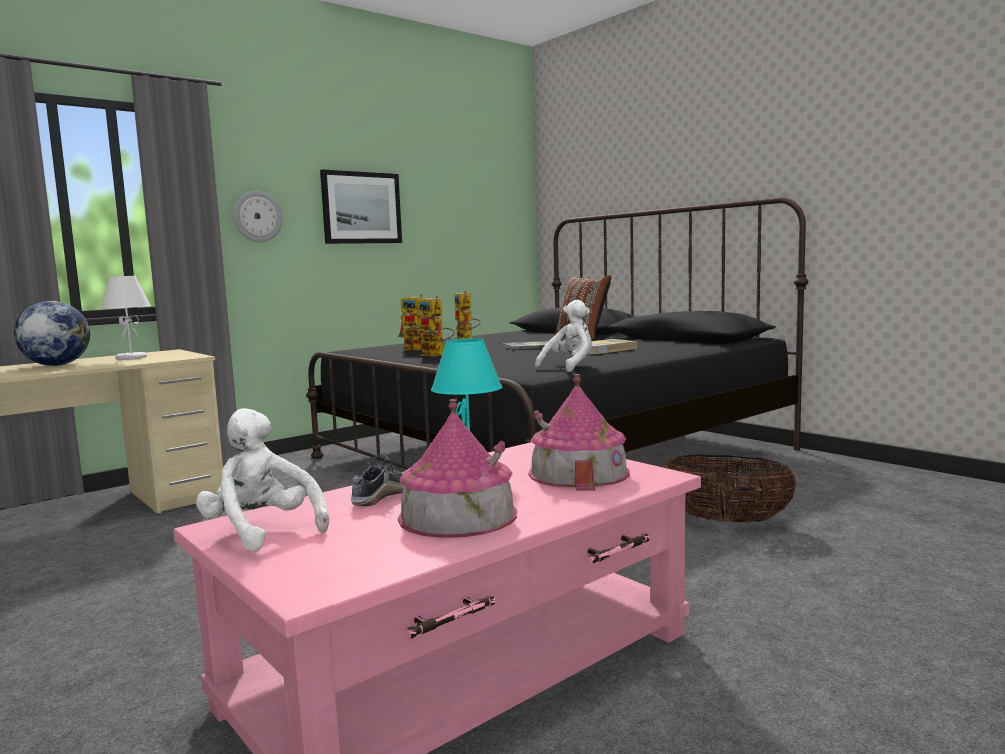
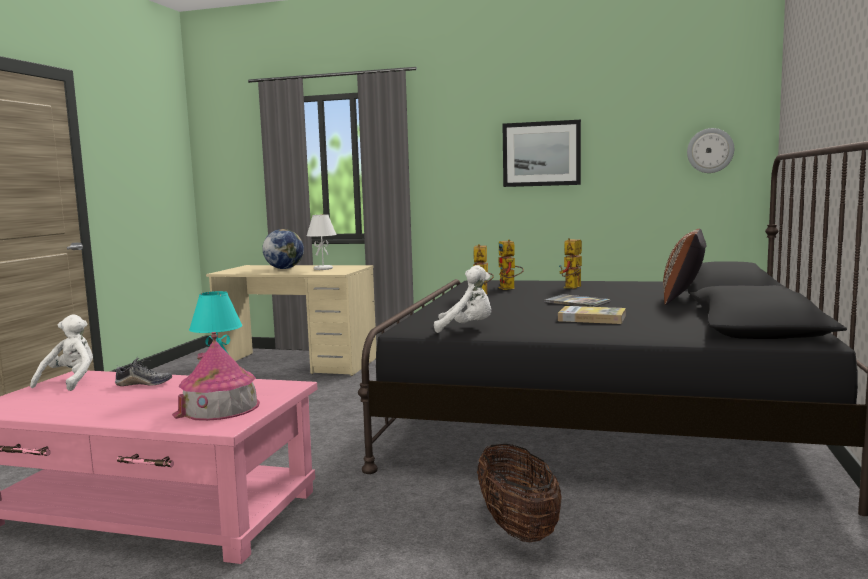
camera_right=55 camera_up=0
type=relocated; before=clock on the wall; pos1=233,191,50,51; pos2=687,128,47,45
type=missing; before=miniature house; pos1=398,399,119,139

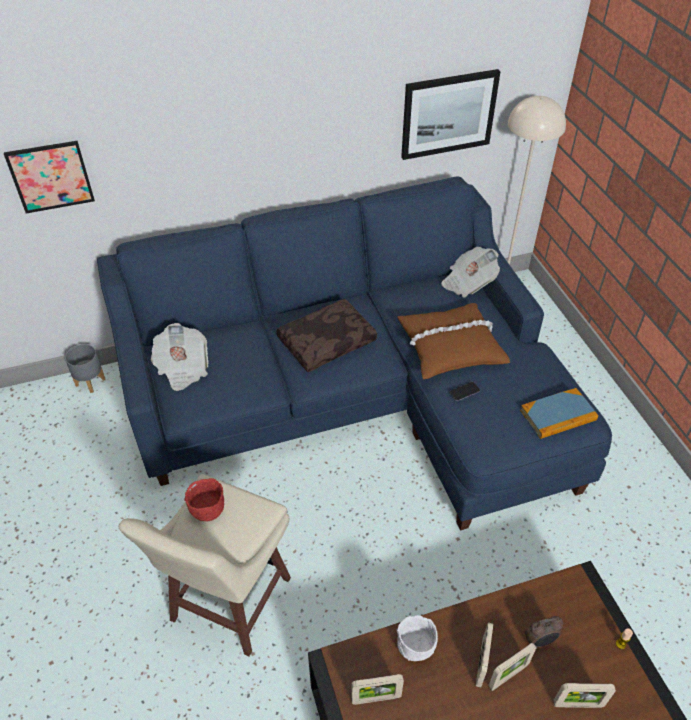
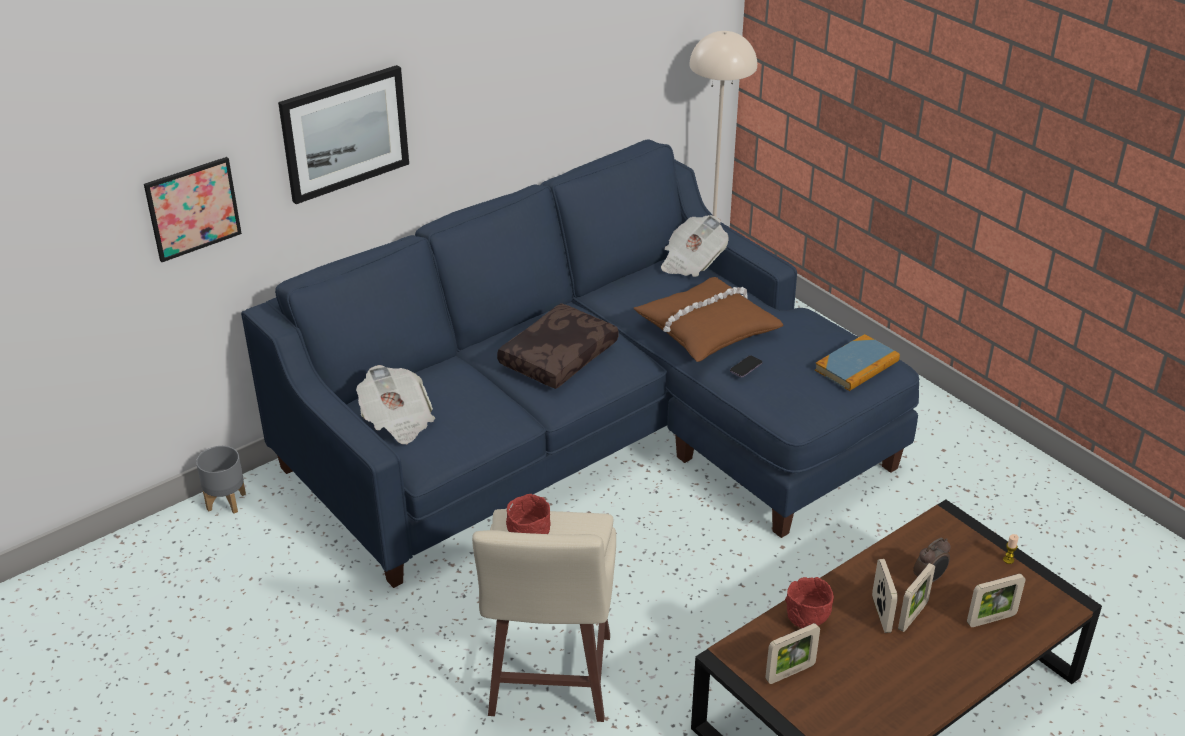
camera_right=-20 camera_up=-10
type=colour; before=white deep dish; after=red deep dish; pos1=397,615,41,46; pos2=785,577,49,51
type=relocated; before=wall art; pos1=401,69,100,91; pos2=278,65,131,139

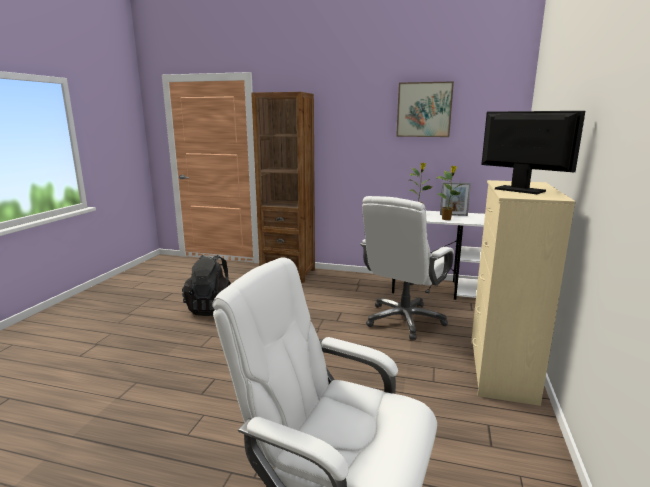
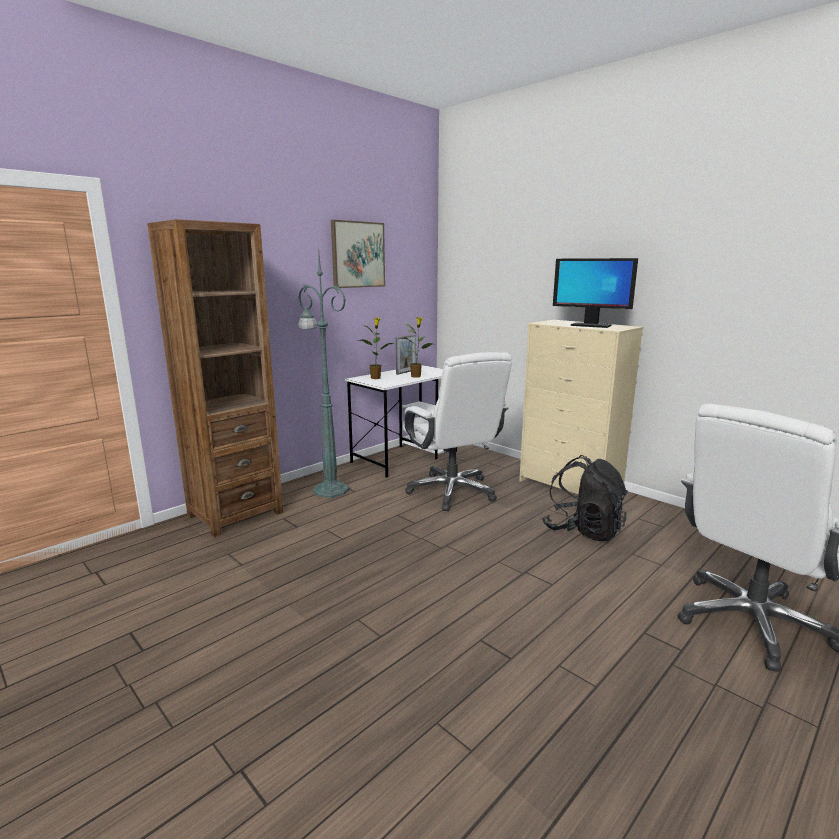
camera_right=-60 camera_up=0
type=relocated; before=black-coloured rucksack; pos1=182,255,49,61; pos2=542,455,86,86
type=spun; before=computer screen; pos1=481,111,104,83; pos2=553,258,85,70; turn=-135
type=appeared; after=greenish standing lamp; pos2=298,245,52,253

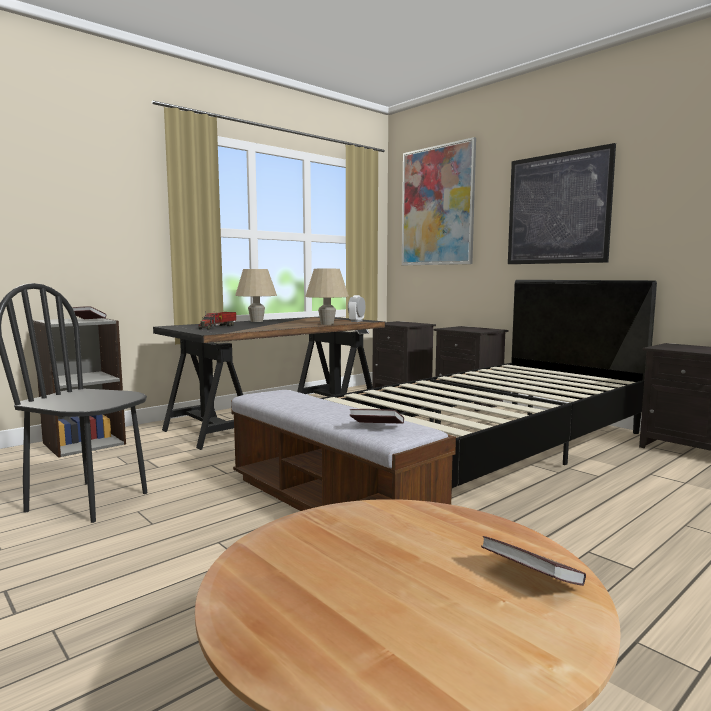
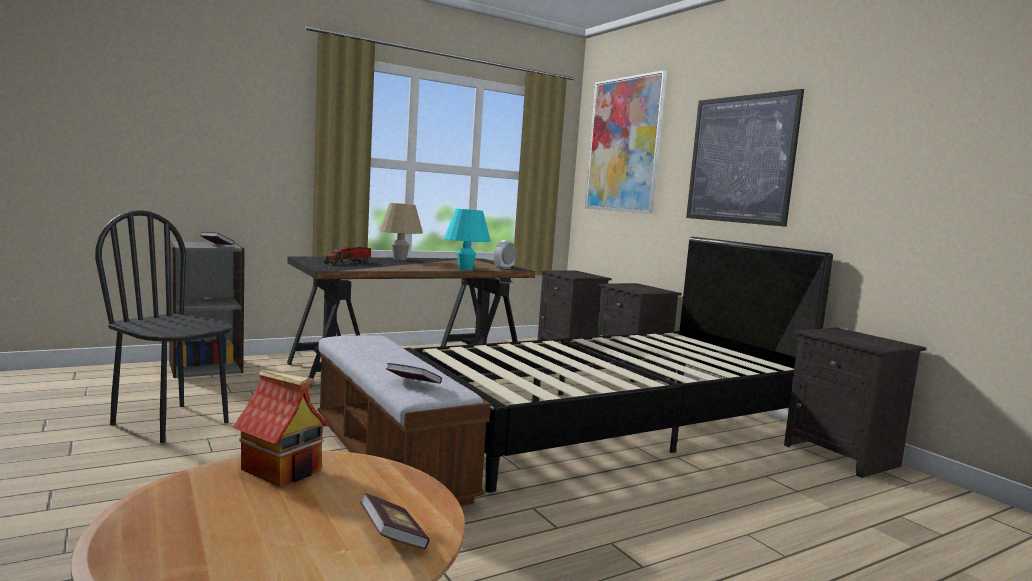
camera_right=10 camera_up=0
type=colour; before=beige-coloured table lamp; after=blue-green table lamp; pos1=305,269,44,56; pos2=444,209,47,61
type=appeared; after=miniature house; pos2=233,370,96,117

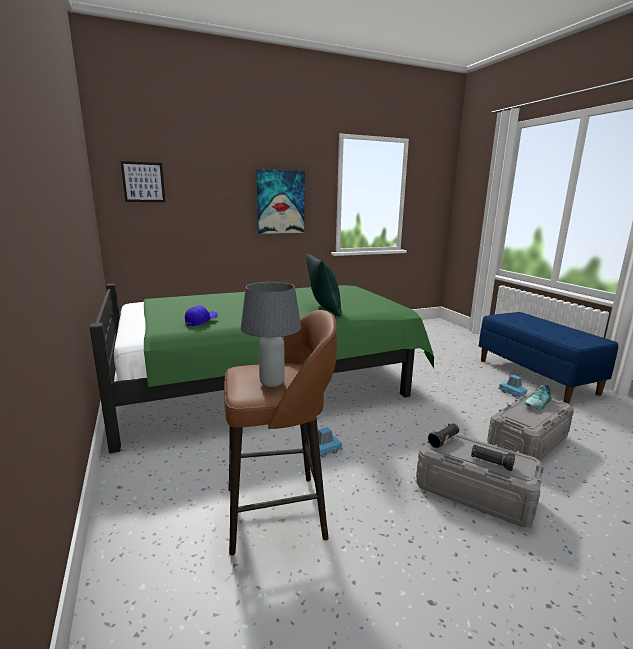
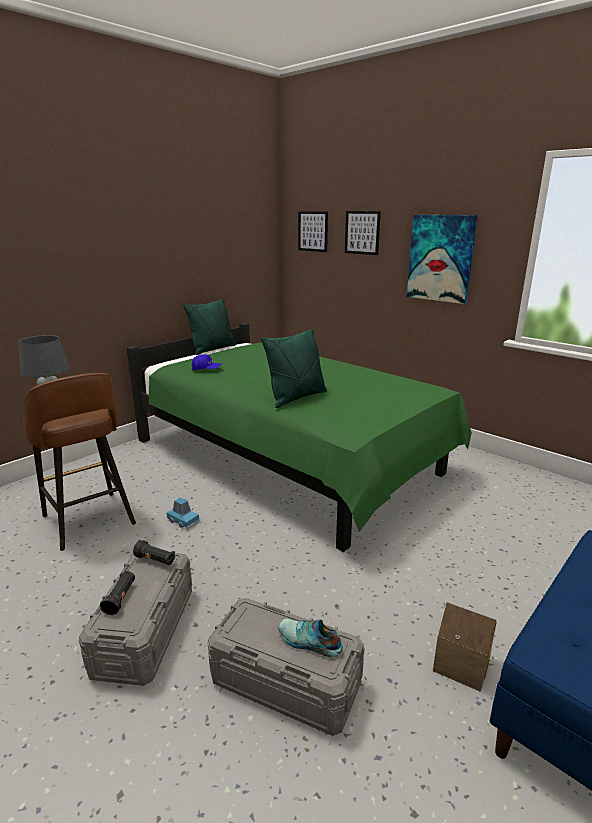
camera_right=65 camera_up=5
type=exchanged; before=blue model car; after=miniature house; pos1=498,375,29,22; pos2=433,602,64,90
type=appeared; after=greenish throw pillow; pos2=183,299,53,56
type=appeared; after=wall art; pos2=345,211,36,44

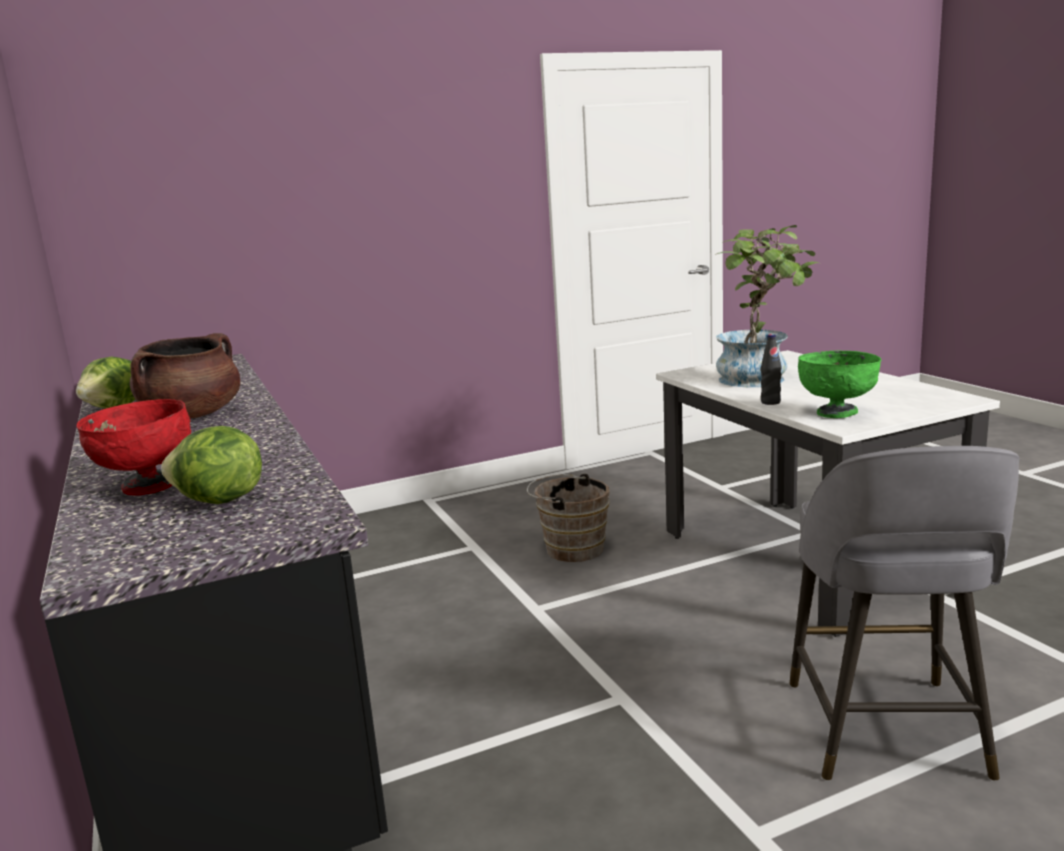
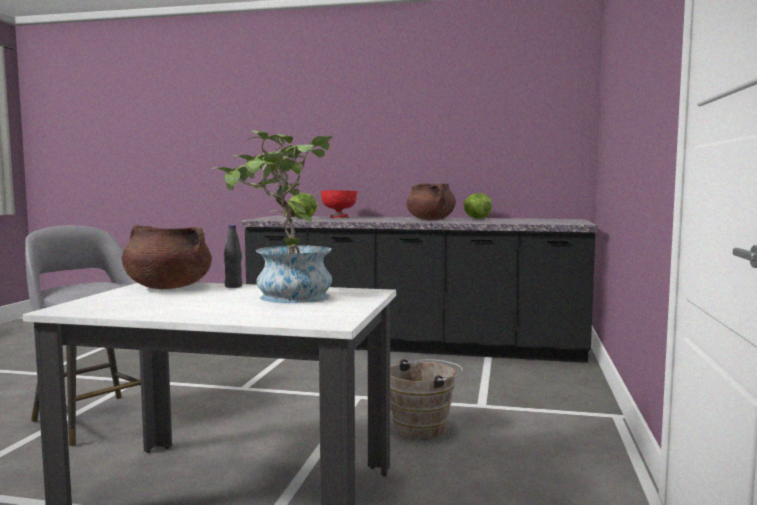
camera_right=125 camera_up=-10
type=exchanged; before=greenish deep dish; after=brownish saucepot; pos1=798,351,83,67; pos2=122,225,90,64

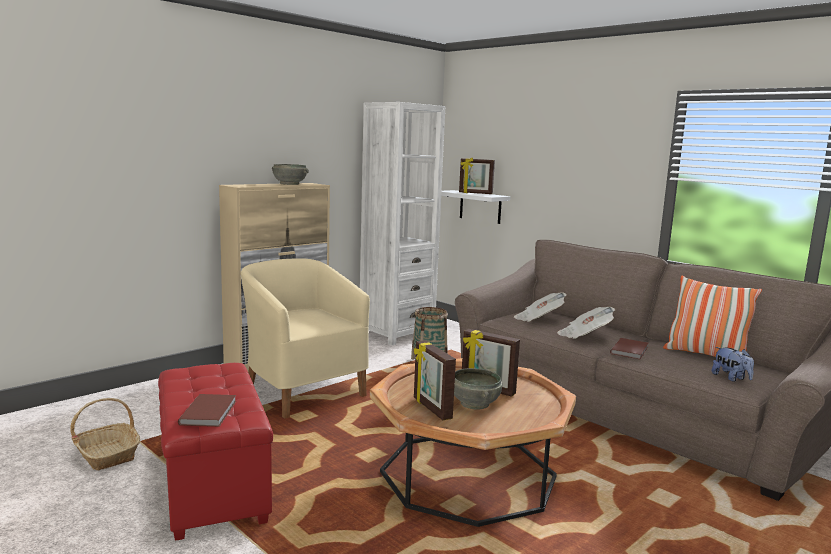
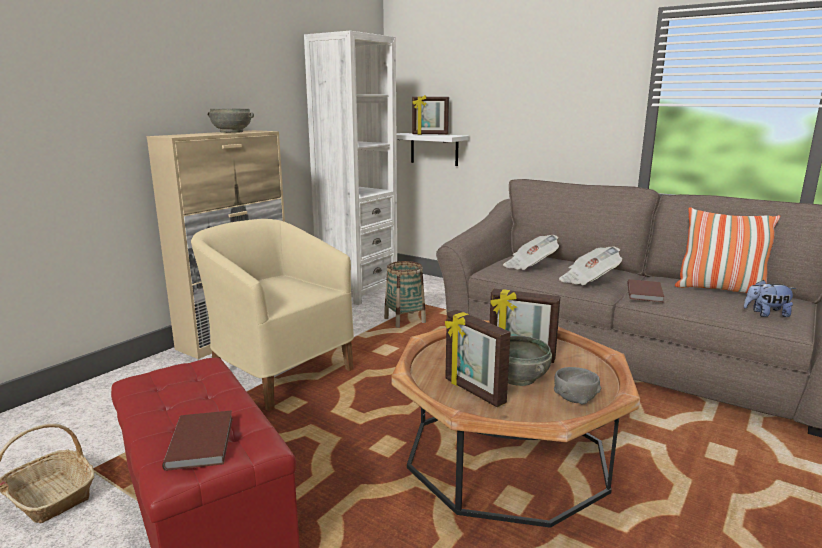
camera_right=-10 camera_up=5
type=spun; before=cuddly toy; pos1=712,347,42,35; pos2=744,280,52,37; turn=135
type=appeared; after=grey deep dish; pos2=554,367,47,38

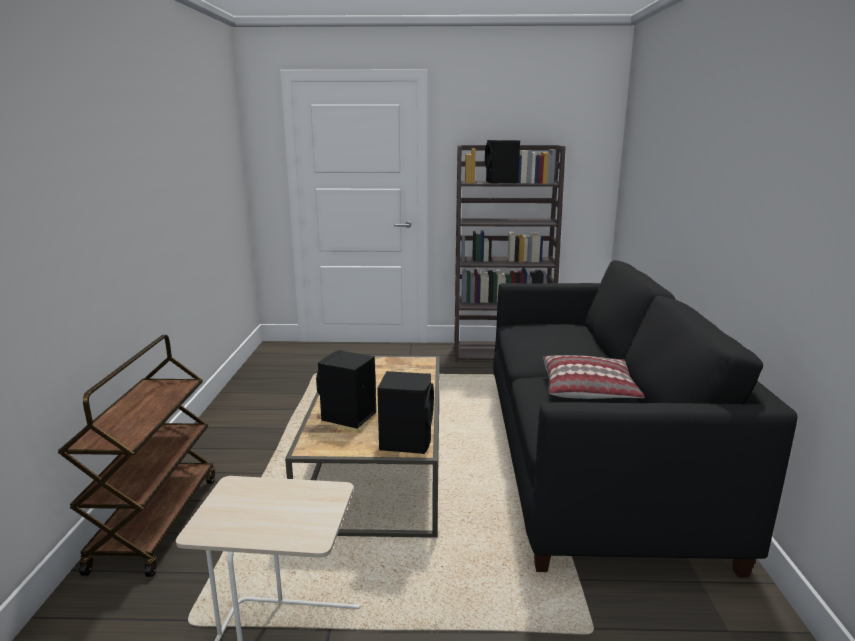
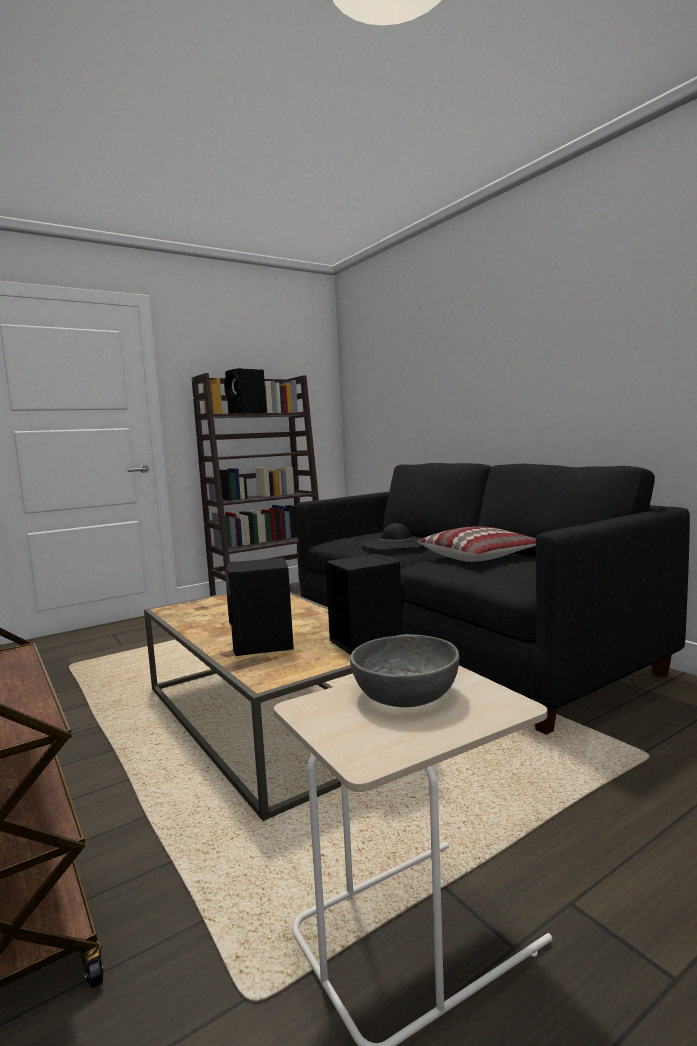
camera_right=-35 camera_up=-10
type=appeared; after=grey deep dish; pos2=350,634,110,73
type=appeared; after=black-coloured wearable hat; pos2=361,523,62,26

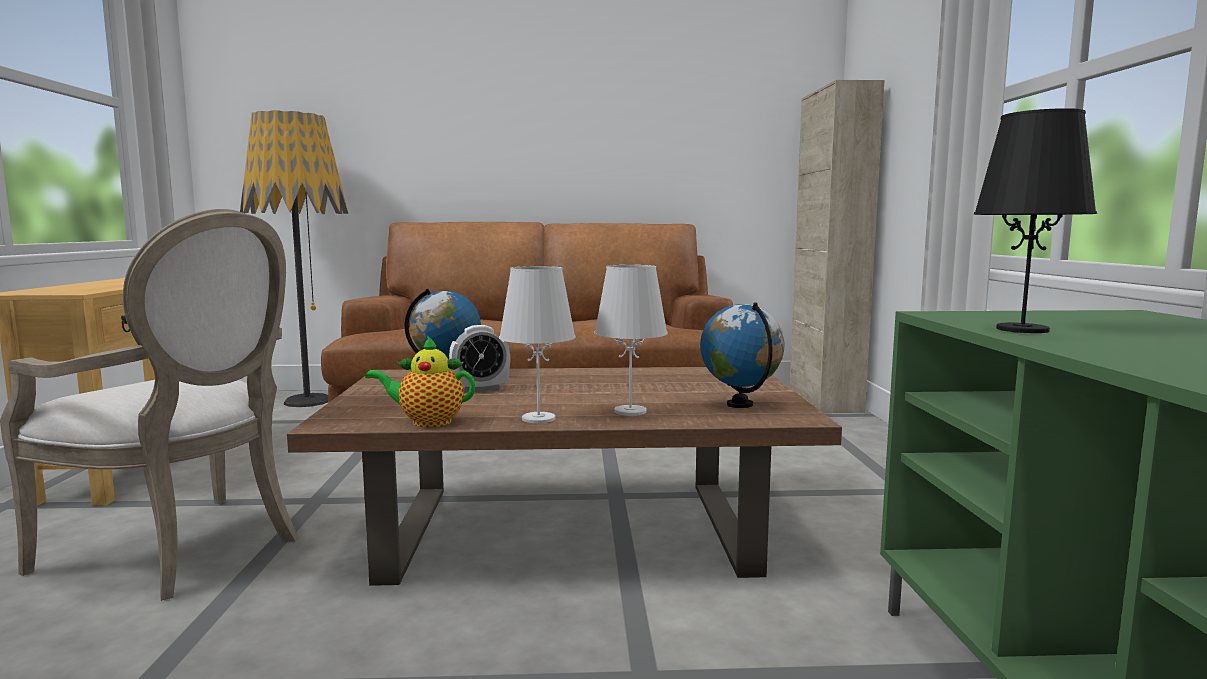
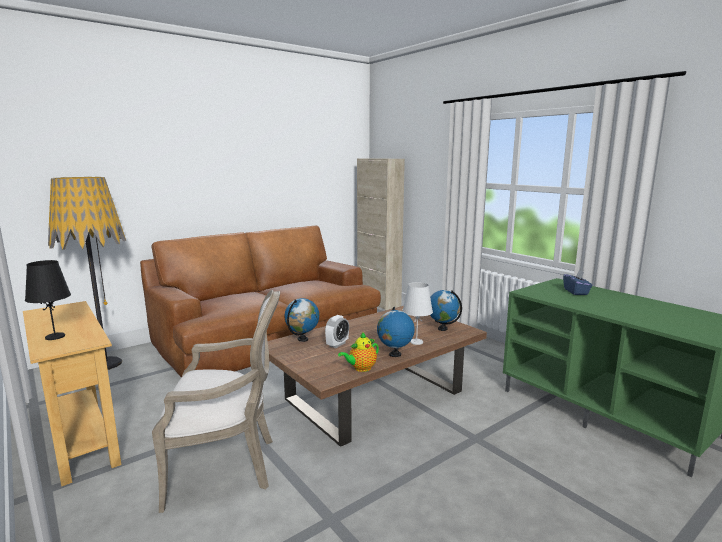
camera_right=-35 camera_up=5
type=exchanged; before=white table lamp; after=desk globe; pos1=499,266,77,157; pos2=377,307,38,50
type=relocated; before=black-coloured table lamp; pos1=974,108,123,225; pos2=25,260,46,80
type=appeared; after=blue box of tissues; pos2=563,270,29,25

